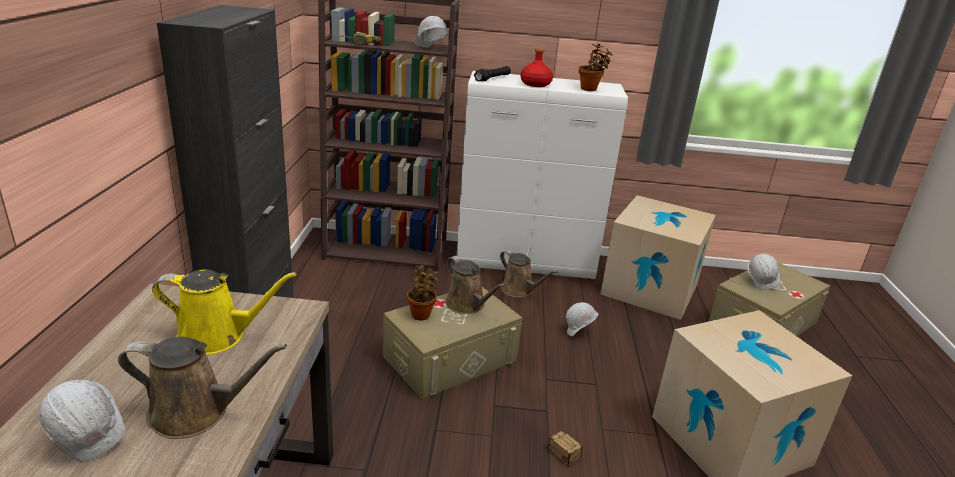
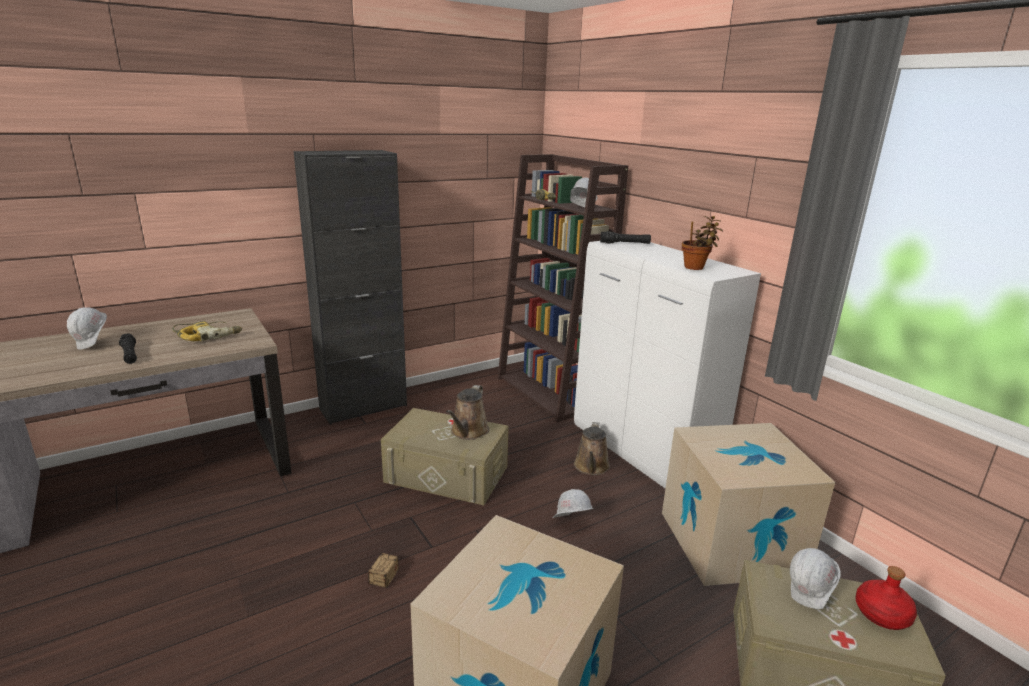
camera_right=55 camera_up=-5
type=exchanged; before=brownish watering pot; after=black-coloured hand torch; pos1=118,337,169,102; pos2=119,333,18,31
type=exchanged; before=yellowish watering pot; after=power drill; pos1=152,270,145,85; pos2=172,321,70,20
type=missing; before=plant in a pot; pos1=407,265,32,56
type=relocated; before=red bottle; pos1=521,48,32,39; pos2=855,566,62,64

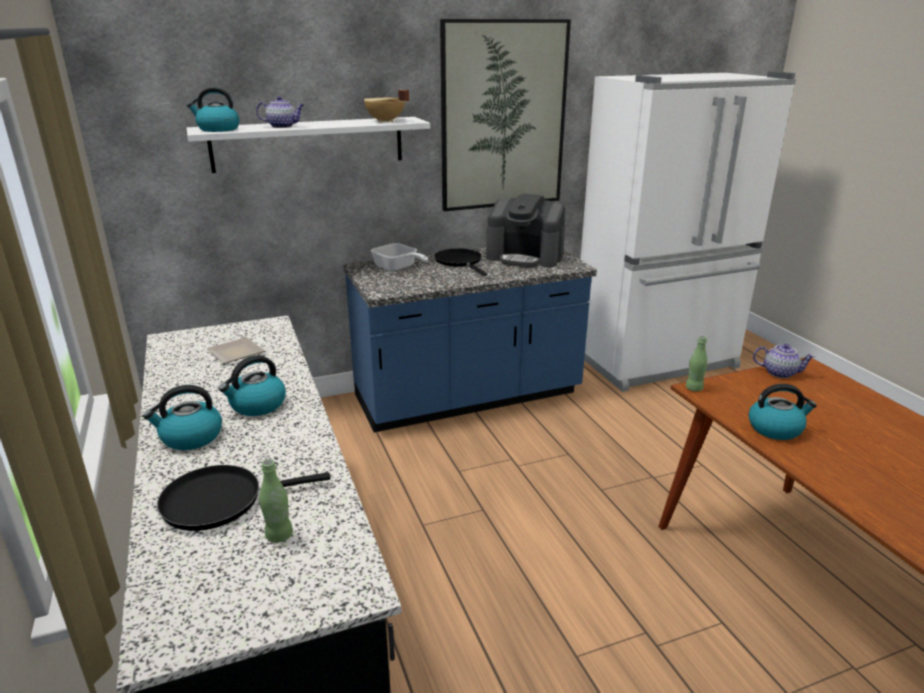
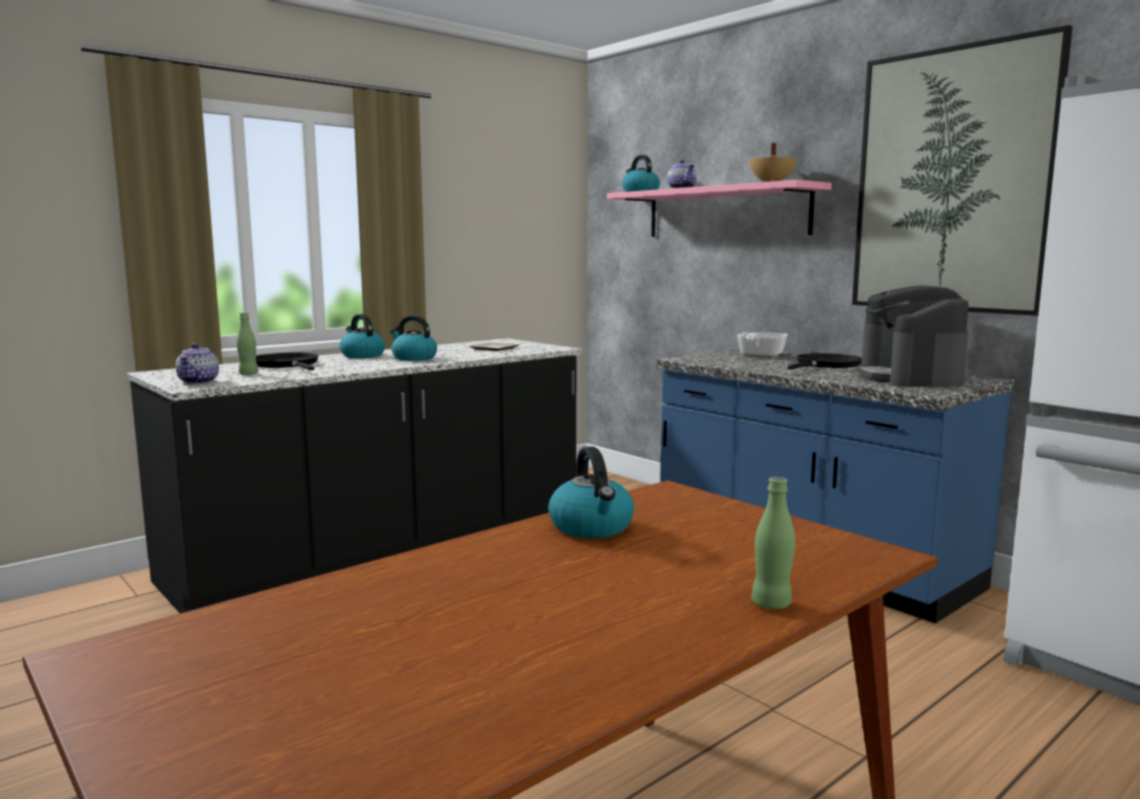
camera_right=70 camera_up=-15
type=colour; before=white shelf; after=pinkish shelf; pos1=187,117,243,56; pos2=607,180,225,57
type=relocated; before=greenish bottle; pos1=686,336,22,55; pos2=752,477,43,132
type=relocated; before=tea pot; pos1=753,344,62,34; pos2=175,343,44,41

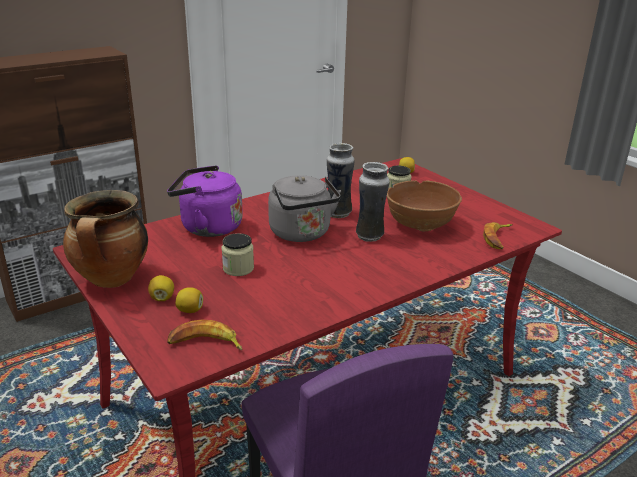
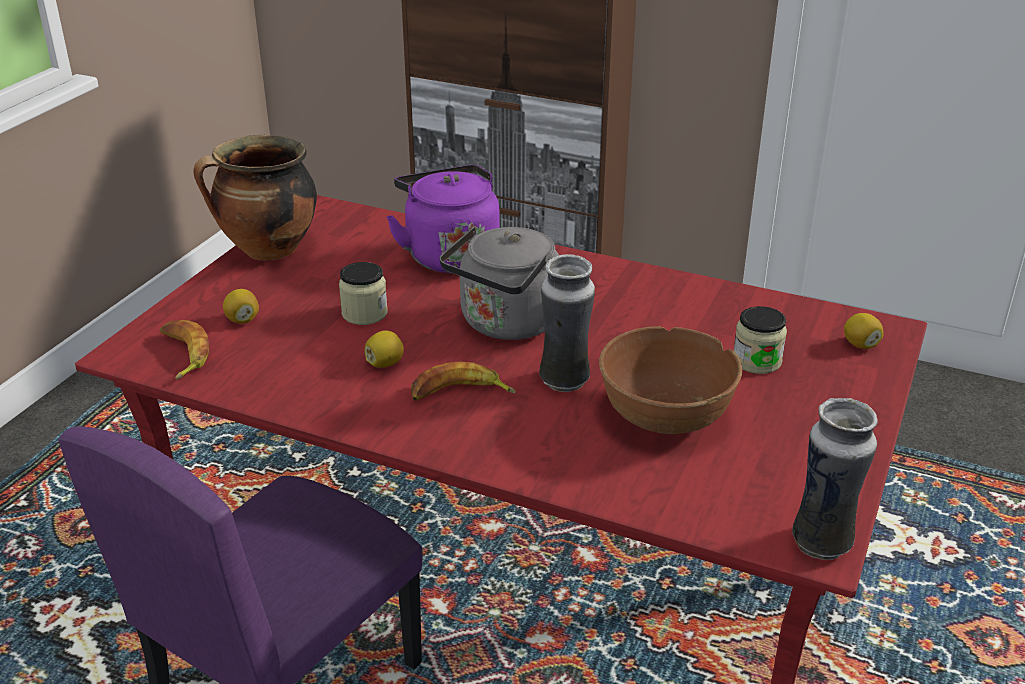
camera_right=60 camera_up=5
type=relocated; before=whole lemon; pos1=148,275,26,26; pos2=364,330,40,38
type=relocated; before=decorative vase; pos1=327,143,27,75; pos2=792,398,86,162
type=relocated; before=banana fruit; pos1=483,222,30,27; pos2=411,362,105,39

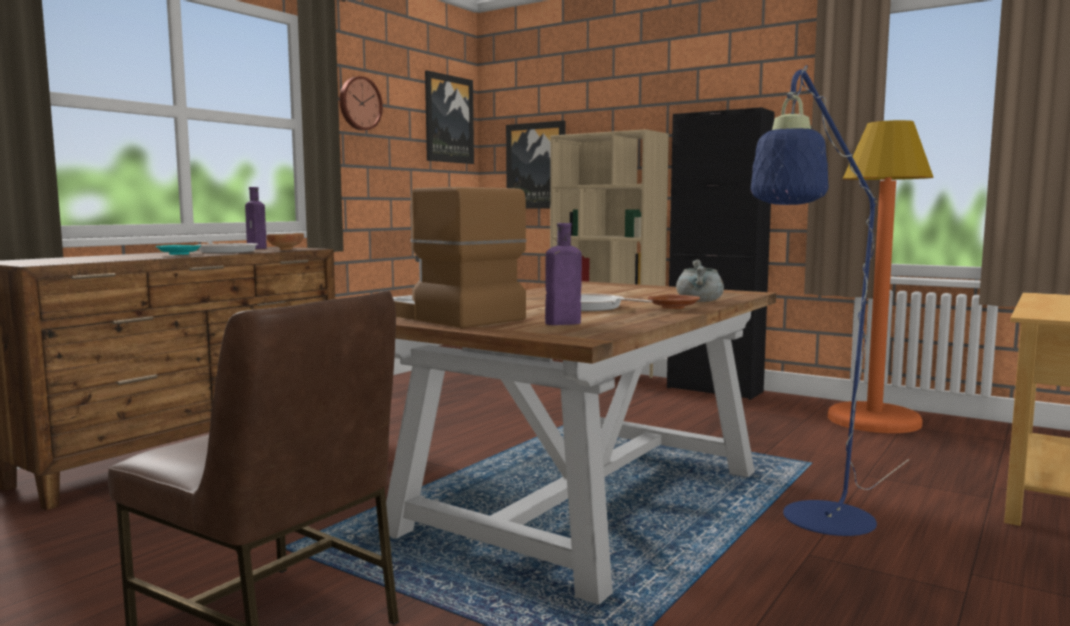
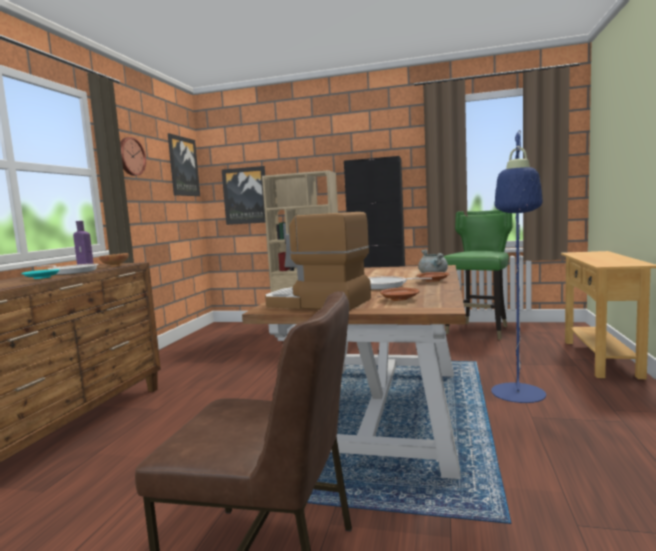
camera_right=-20 camera_up=0
type=exchanged; before=purple bottle; after=brownish flat dish; pos1=545,223,37,102; pos2=380,287,40,14
type=exchanged; before=orange standing lamp; after=greenish chair; pos1=828,120,106,313; pos2=444,210,68,130

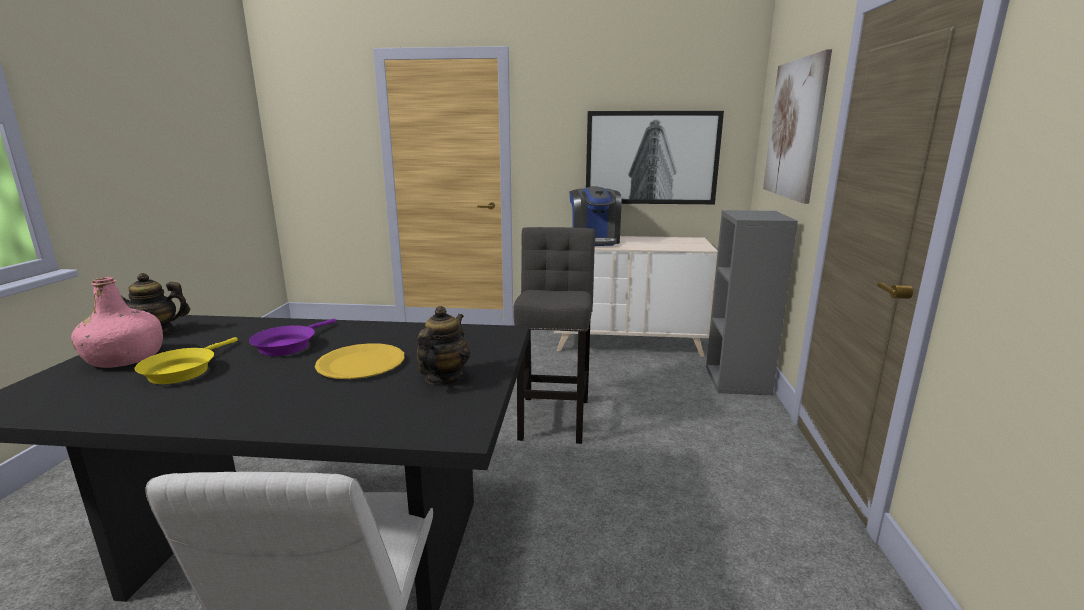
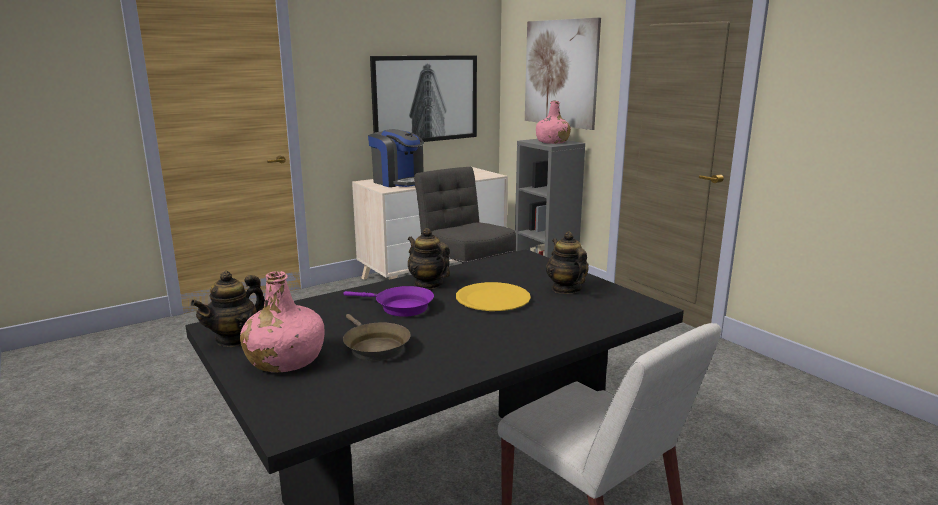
camera_right=-40 camera_up=0
type=colour; before=yellowish frying pan; after=brownish frying pan; pos1=135,337,103,47; pos2=343,314,68,47
type=spun; before=purple frying pan; pos1=249,319,87,37; pos2=344,286,90,31; turn=-45
type=appeared; after=tea pot; pos2=408,228,42,61
type=appeared; after=pinkish bottle; pos2=536,101,35,43

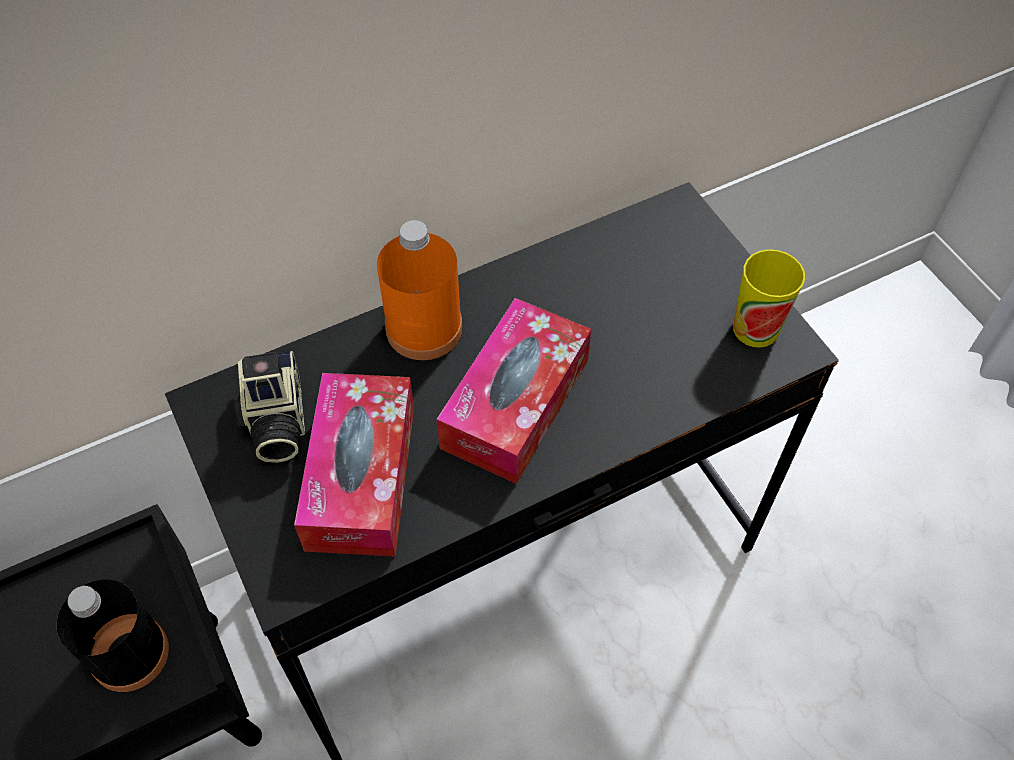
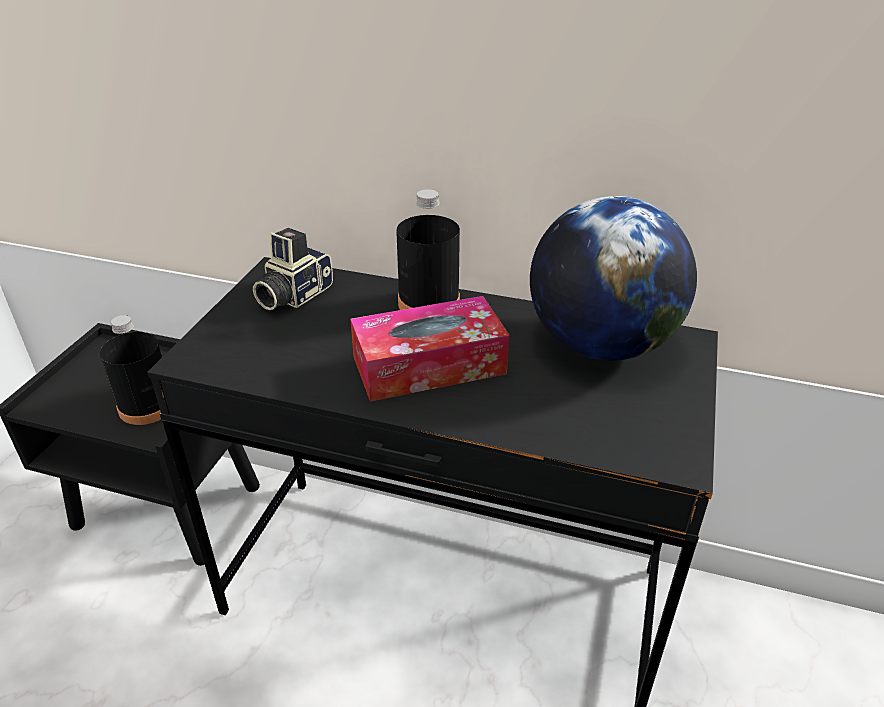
camera_right=45 camera_up=-20
type=missing; before=box of tissues; pos1=294,373,120,184
type=colour; before=orange bottle; after=black-coloured bottle; pos1=377,220,86,140; pos2=396,189,64,121
type=missing; before=cup; pos1=733,249,72,99
type=appeared; after=desk globe; pos2=530,196,167,165

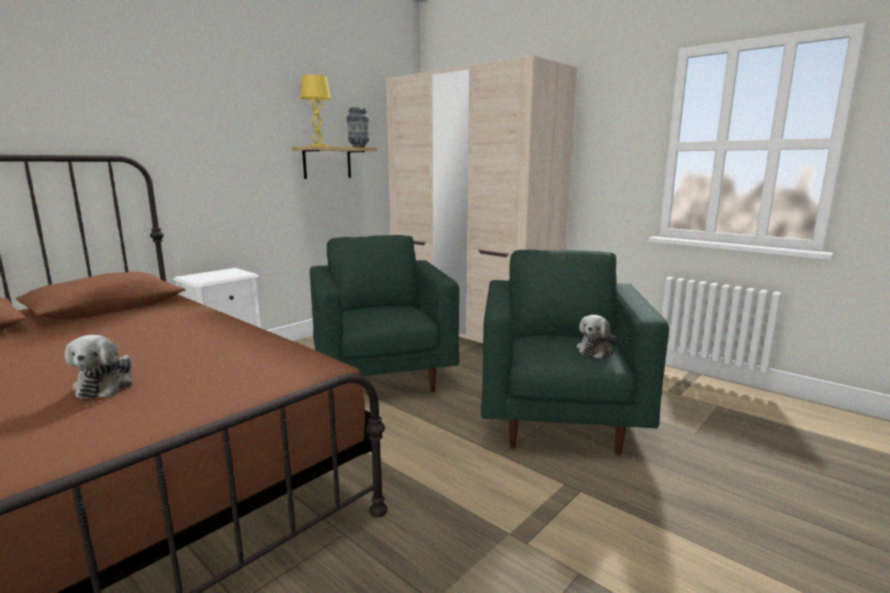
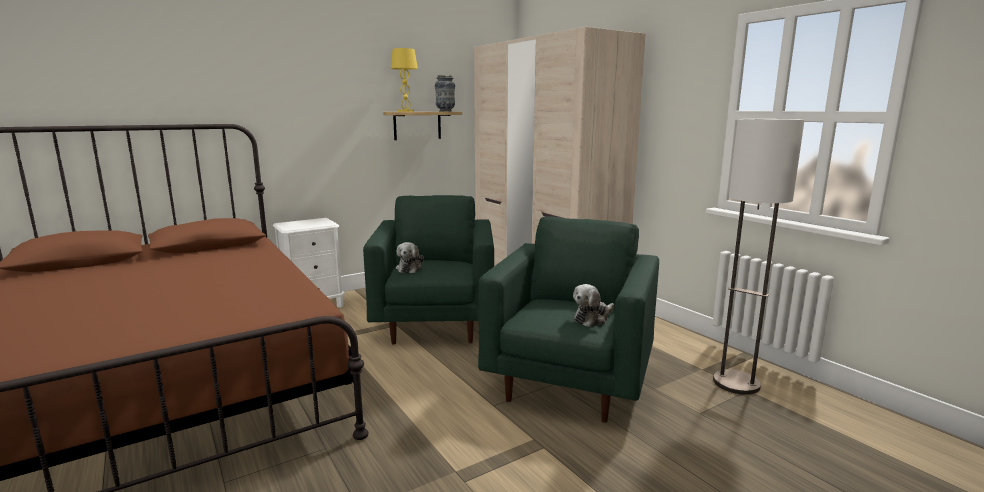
camera_right=15 camera_up=0
type=relocated; before=cuddly toy; pos1=65,335,68,64; pos2=396,242,28,31
type=appeared; after=standing lamp; pos2=713,119,92,276

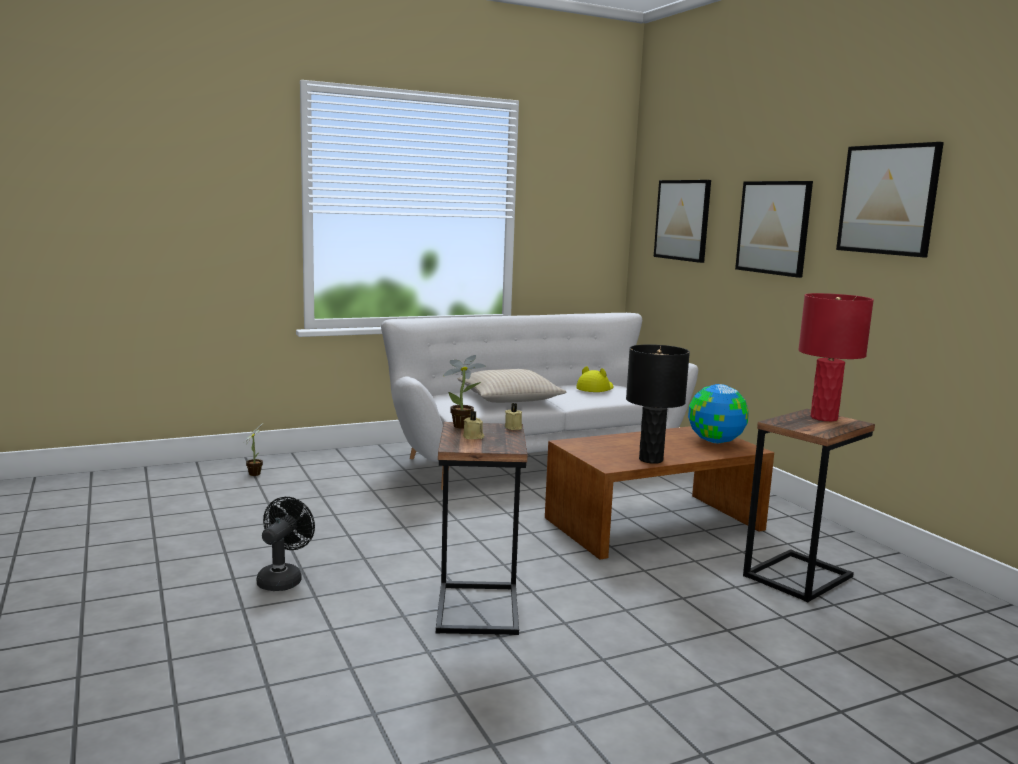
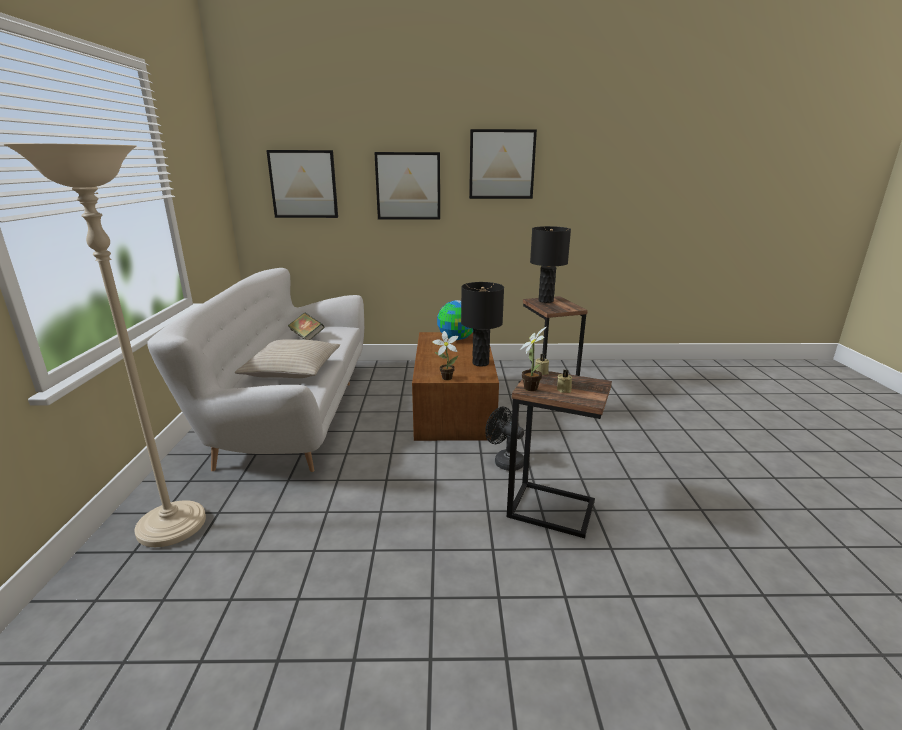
camera_right=-65 camera_up=10
type=relocated; before=plant in a pot; pos1=245,424,18,52; pos2=432,331,26,49
type=relocated; before=black-coloured cooling fan; pos1=256,497,59,94; pos2=485,407,39,64
type=exchanged; before=yellowish wearable hat; after=bound book; pos1=576,366,38,26; pos2=288,313,37,27
type=colour; before=red table lamp; after=black-coloured table lamp; pos1=798,293,76,128; pos2=530,226,41,77
type=appeared; after=beige-coloured standing lamp; pos2=4,143,202,404

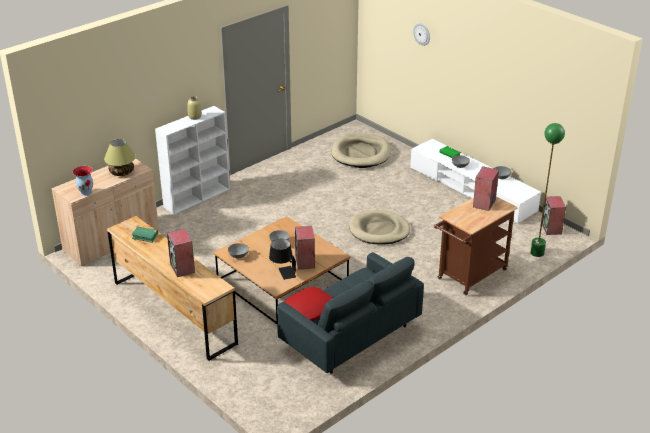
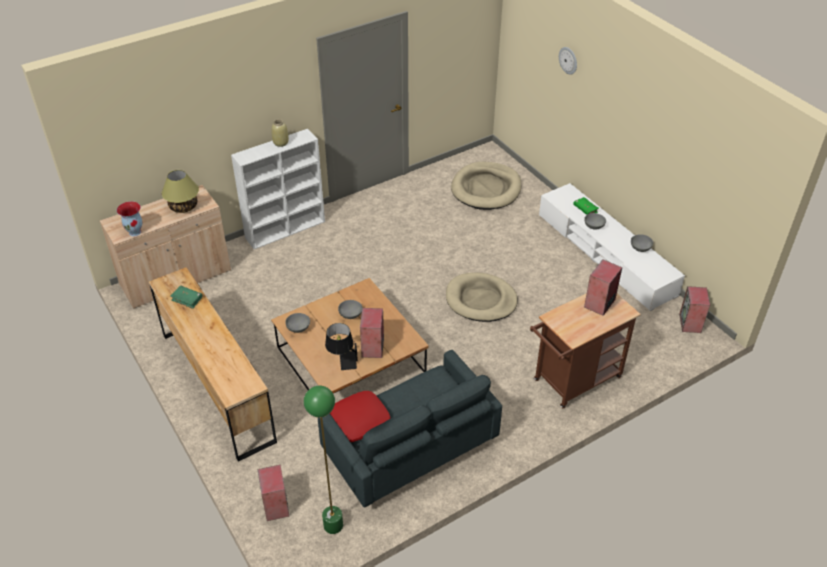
camera_right=10 camera_up=10
type=relocated; before=loudspeaker; pos1=167,229,28,48; pos2=258,465,31,56
type=relocated; before=greenish standing lamp; pos1=530,123,35,134; pos2=304,386,39,148

